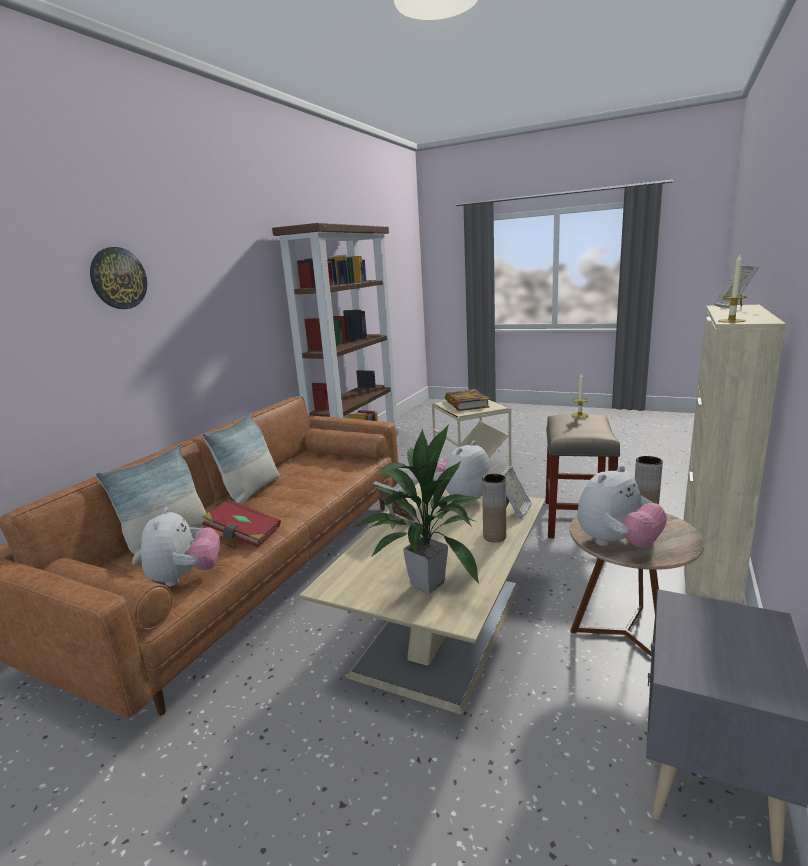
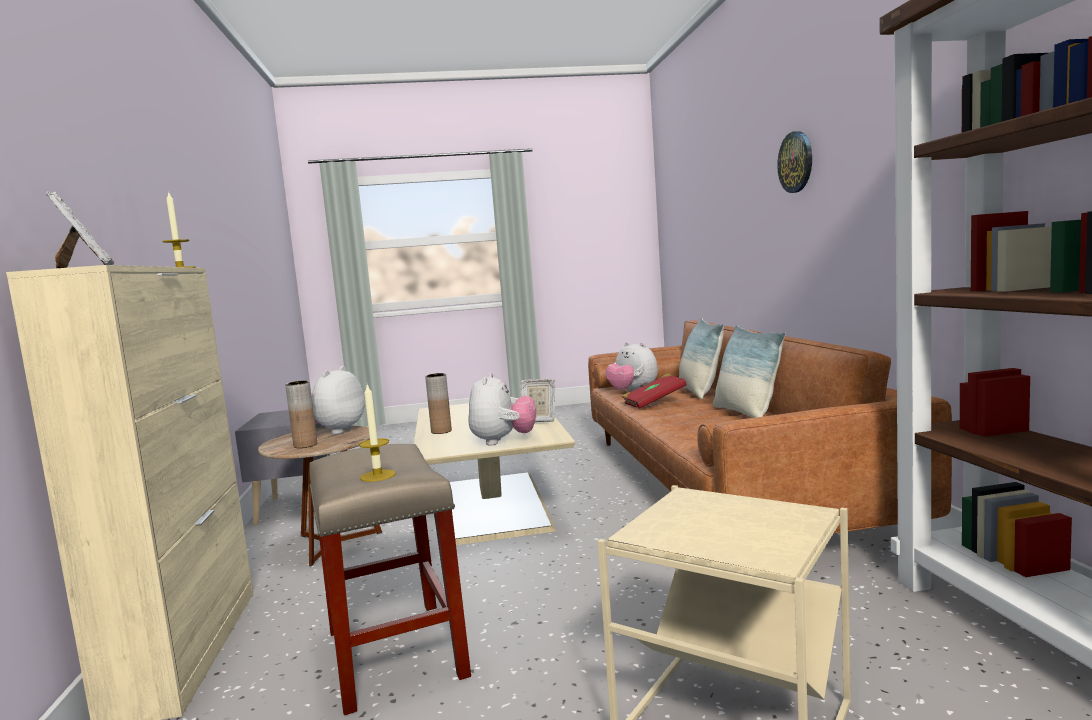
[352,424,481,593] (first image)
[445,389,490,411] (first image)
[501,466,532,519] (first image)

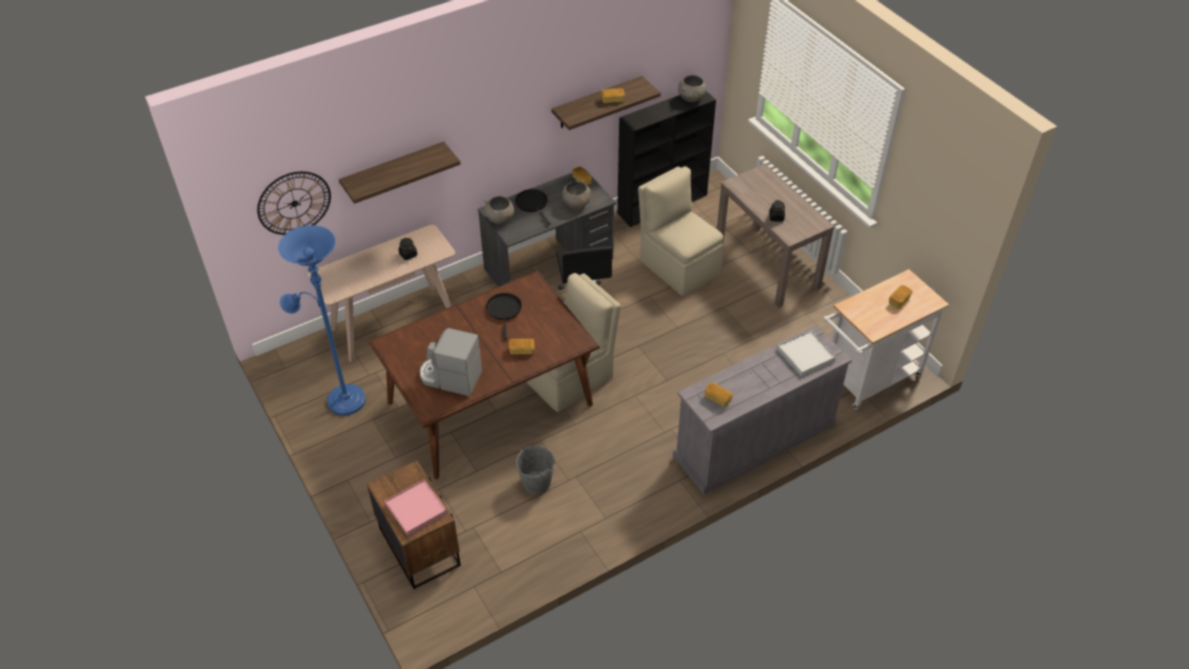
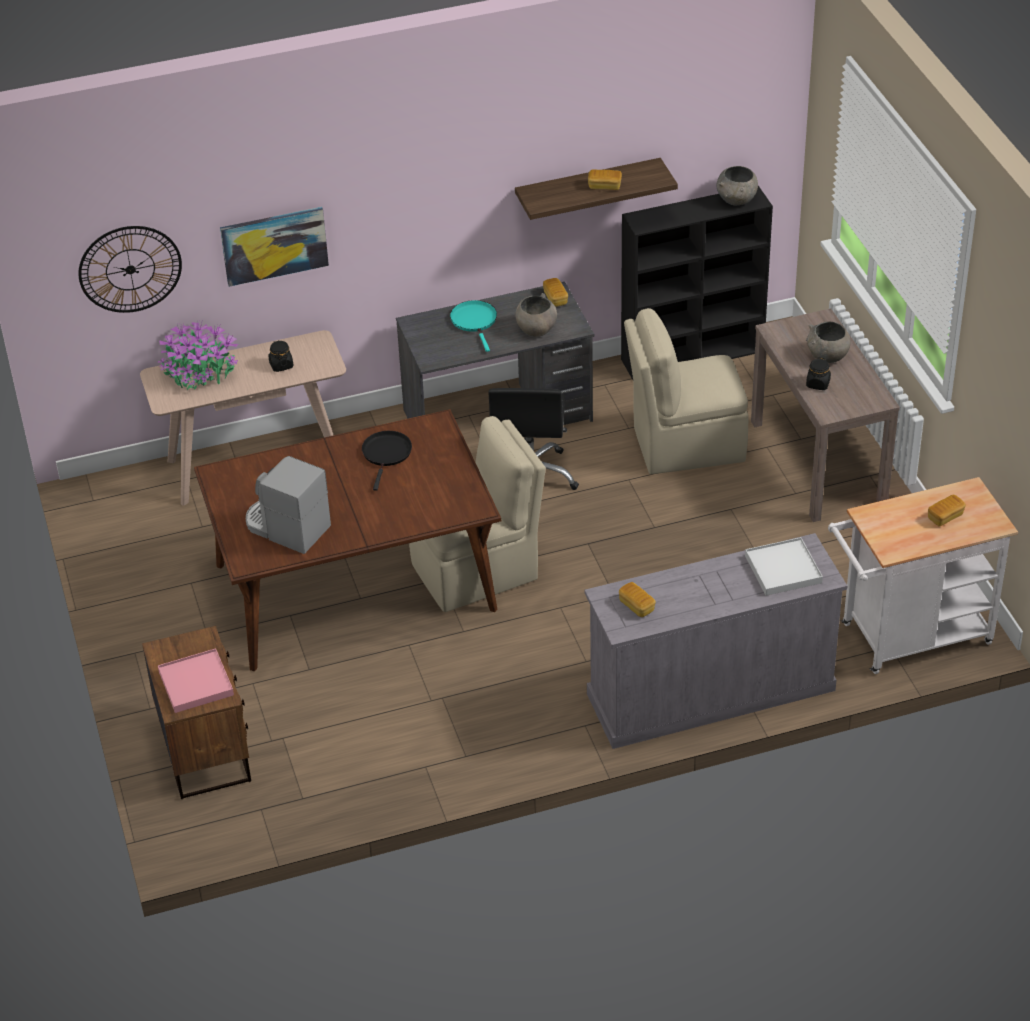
[278,225,366,416] (first image)
[220,207,329,287]
[806,322,850,363]
[508,339,534,355] (first image)
[450,300,497,352]
[516,446,555,494] (first image)
[624,308,749,474]
[158,320,238,390]

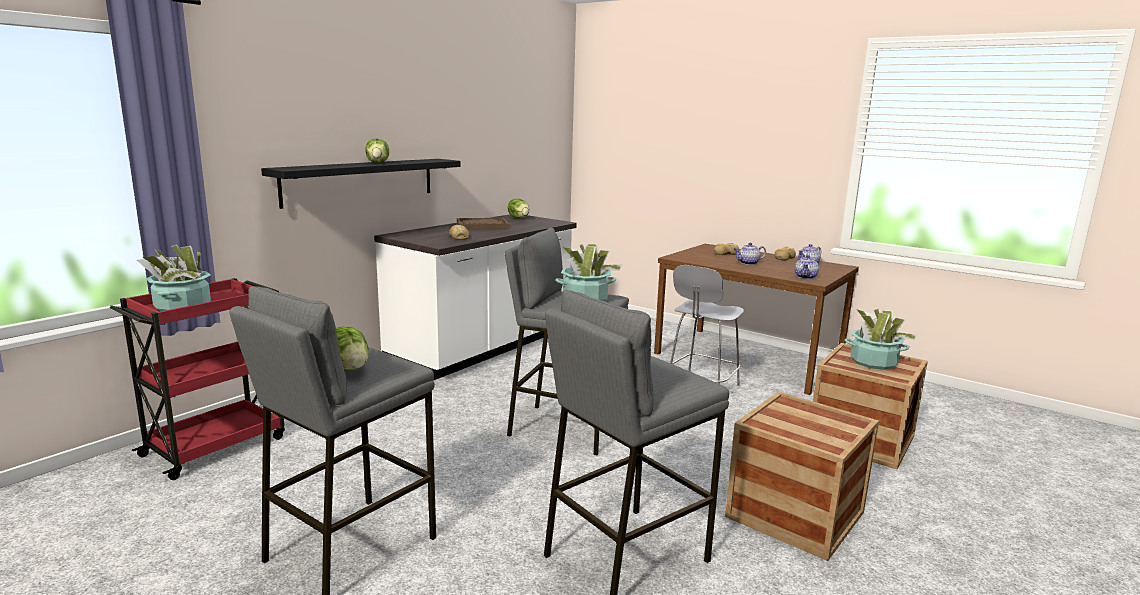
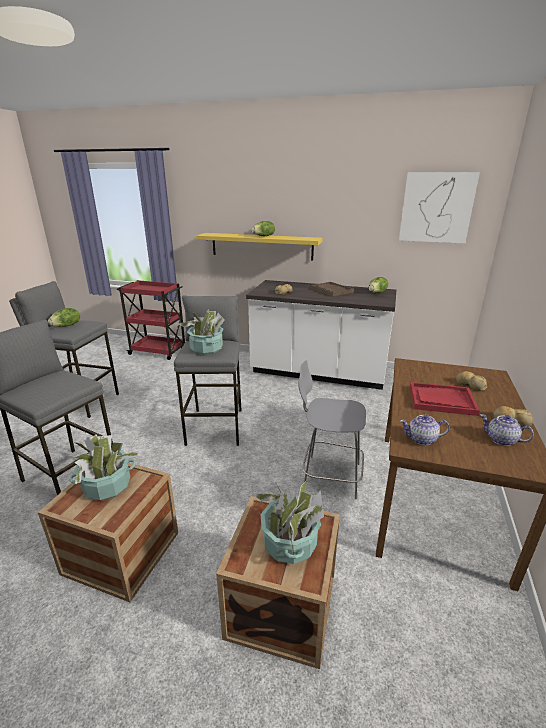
[69,434,139,500]
[196,233,323,261]
[410,382,480,416]
[399,172,480,244]

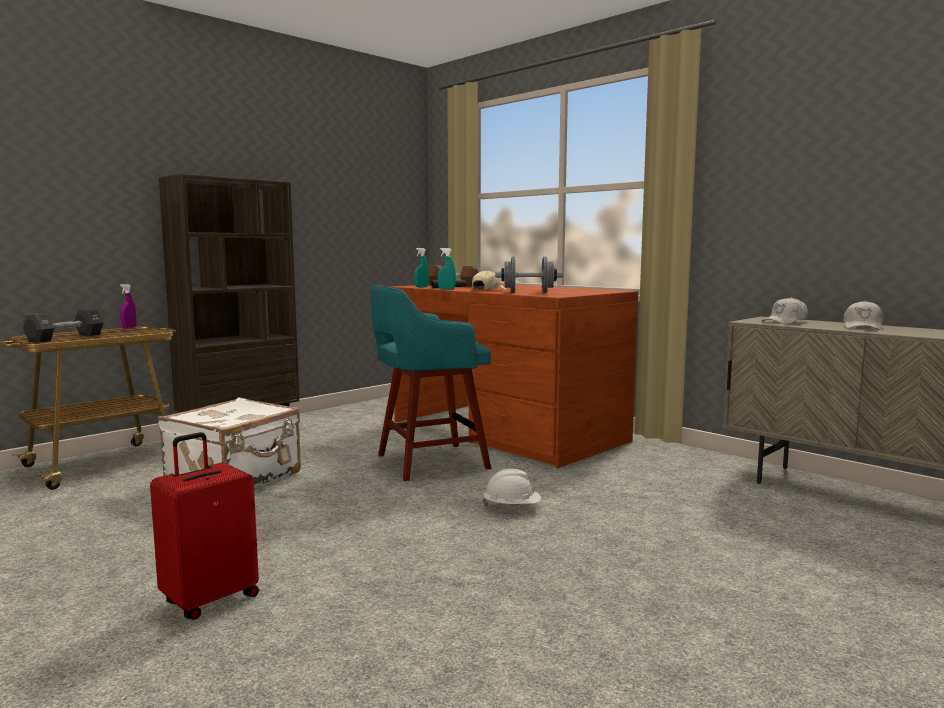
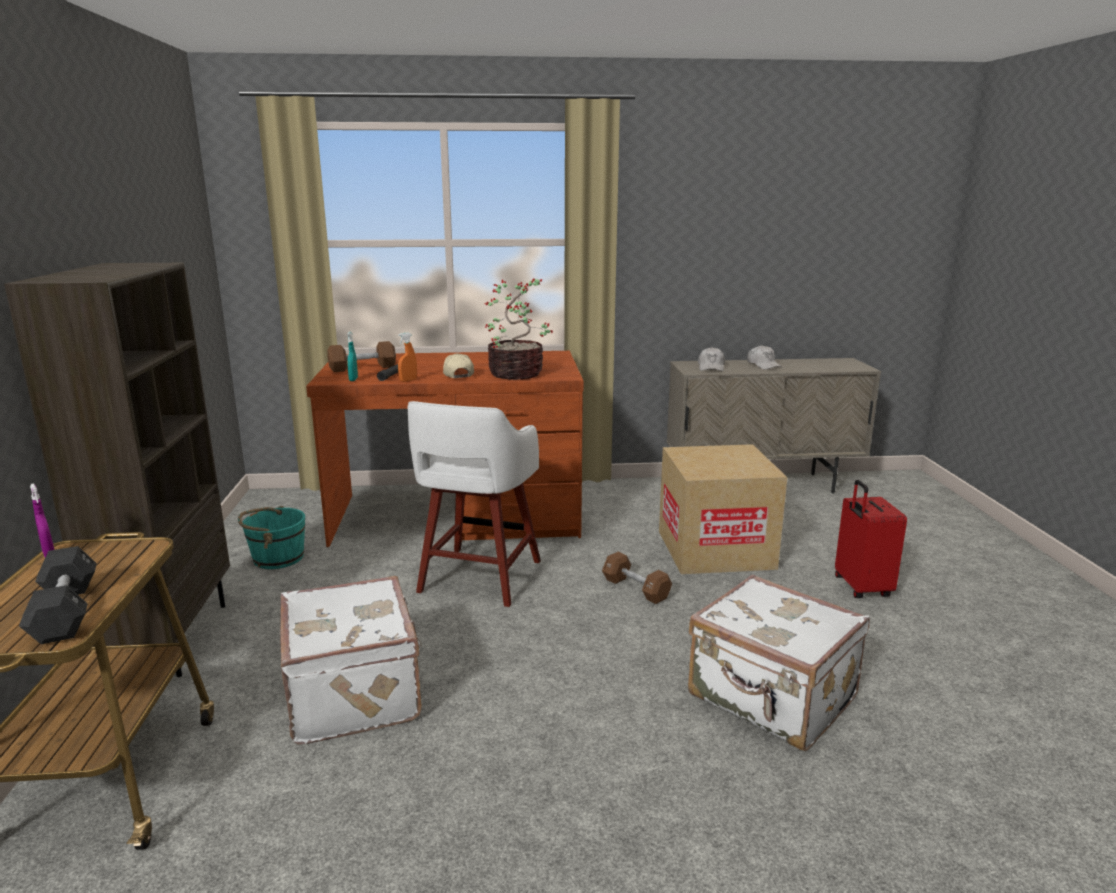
[835,480,907,598]
[408,401,541,607]
[398,332,417,382]
[602,552,672,604]
[484,278,553,380]
[238,506,305,569]
[659,444,787,574]
[688,574,870,751]

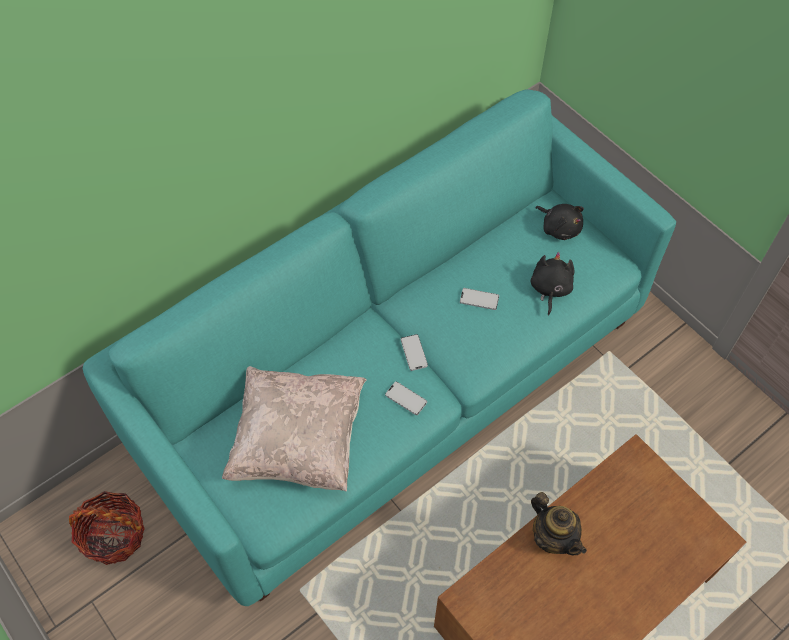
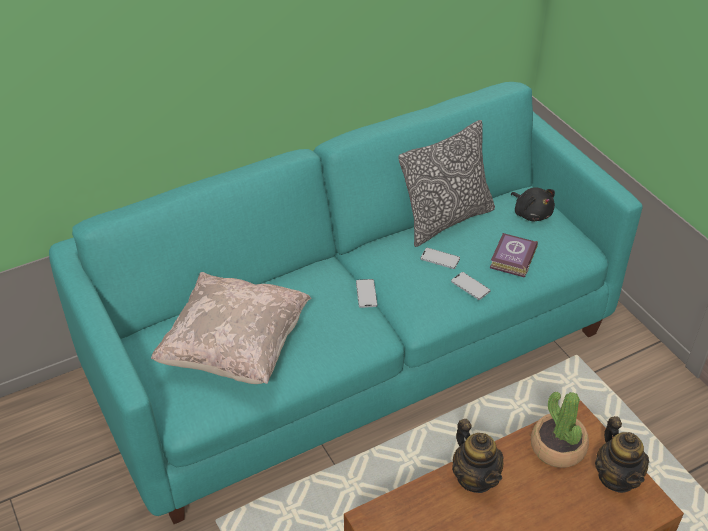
[69,491,145,565] (first image)
[451,272,490,300]
[490,233,538,278]
[398,120,495,247]
[531,392,589,468]
[595,416,649,493]

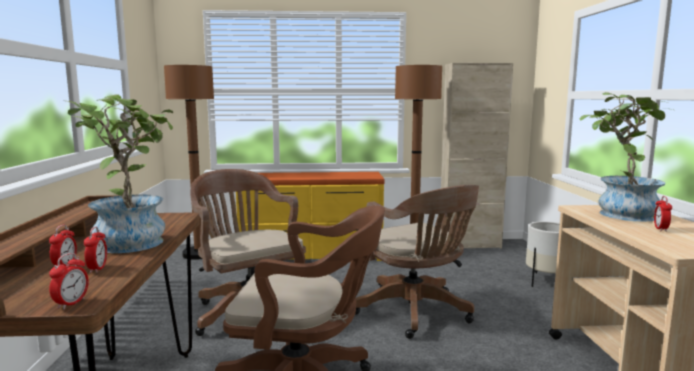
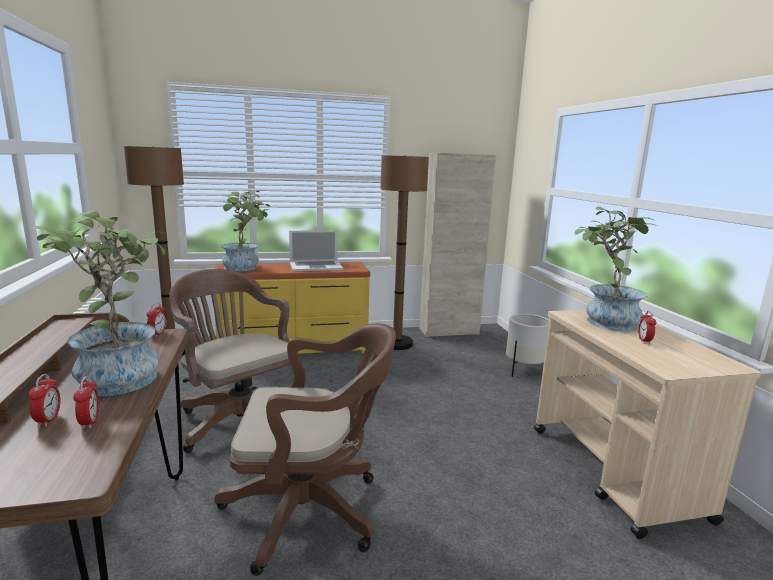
[147,302,167,337]
[355,185,479,339] (first image)
[220,191,270,272]
[289,230,344,271]

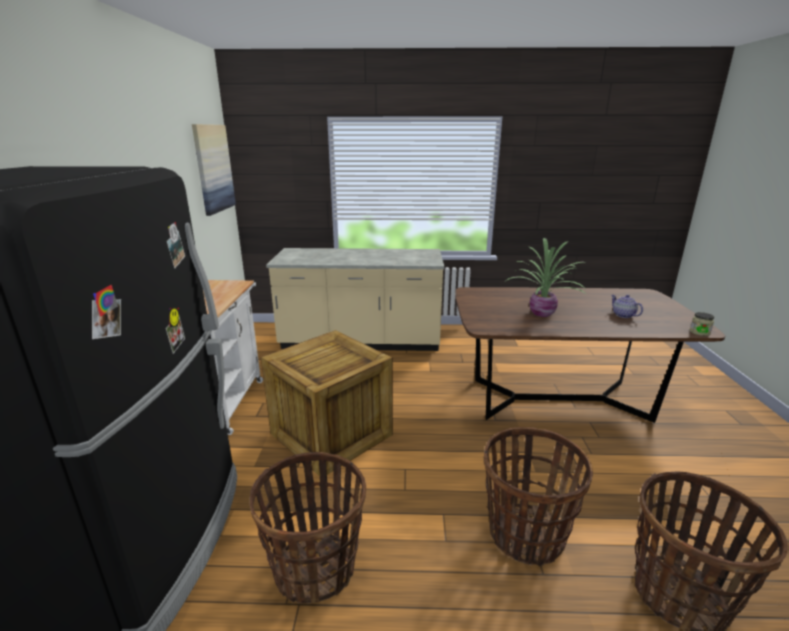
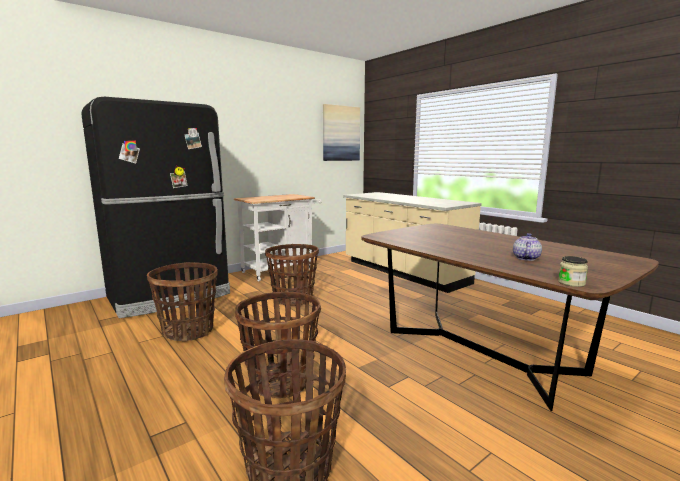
[265,244,319,306]
[506,238,587,317] (first image)

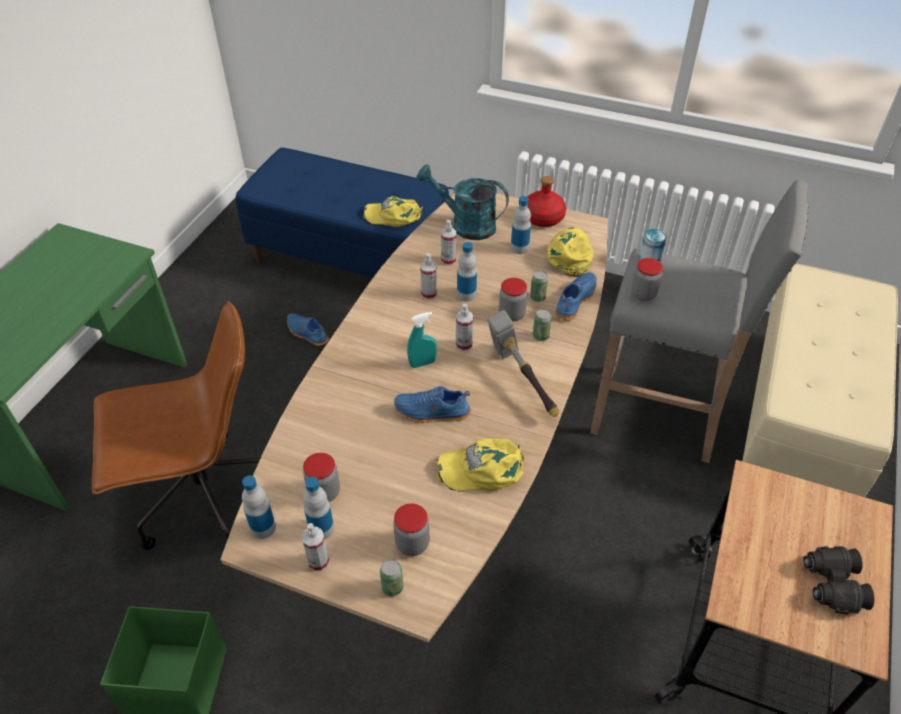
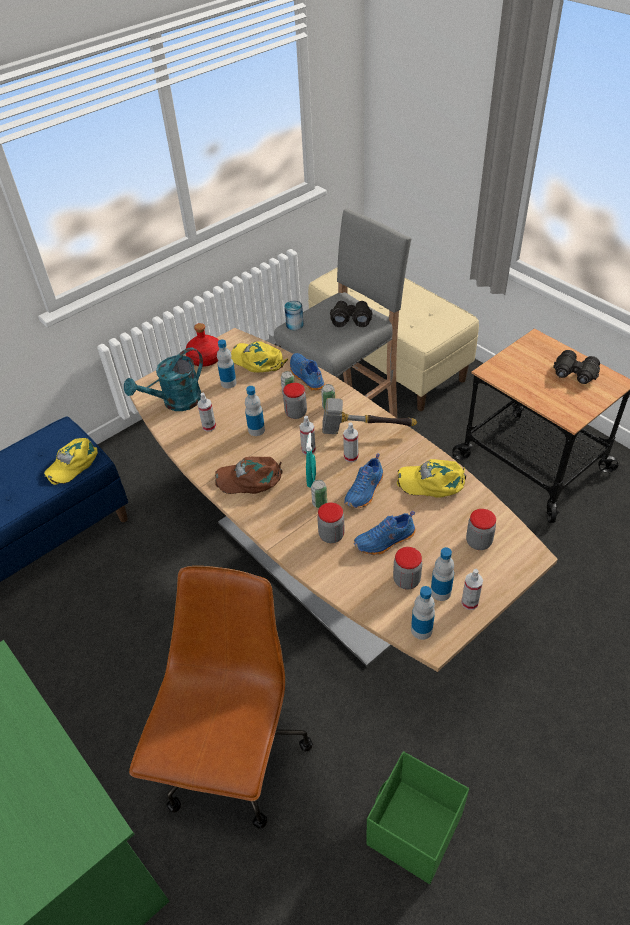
[354,511,416,555]
[311,480,327,508]
[343,423,358,462]
[397,459,466,498]
[317,503,345,543]
[215,456,283,494]
[330,301,372,327]

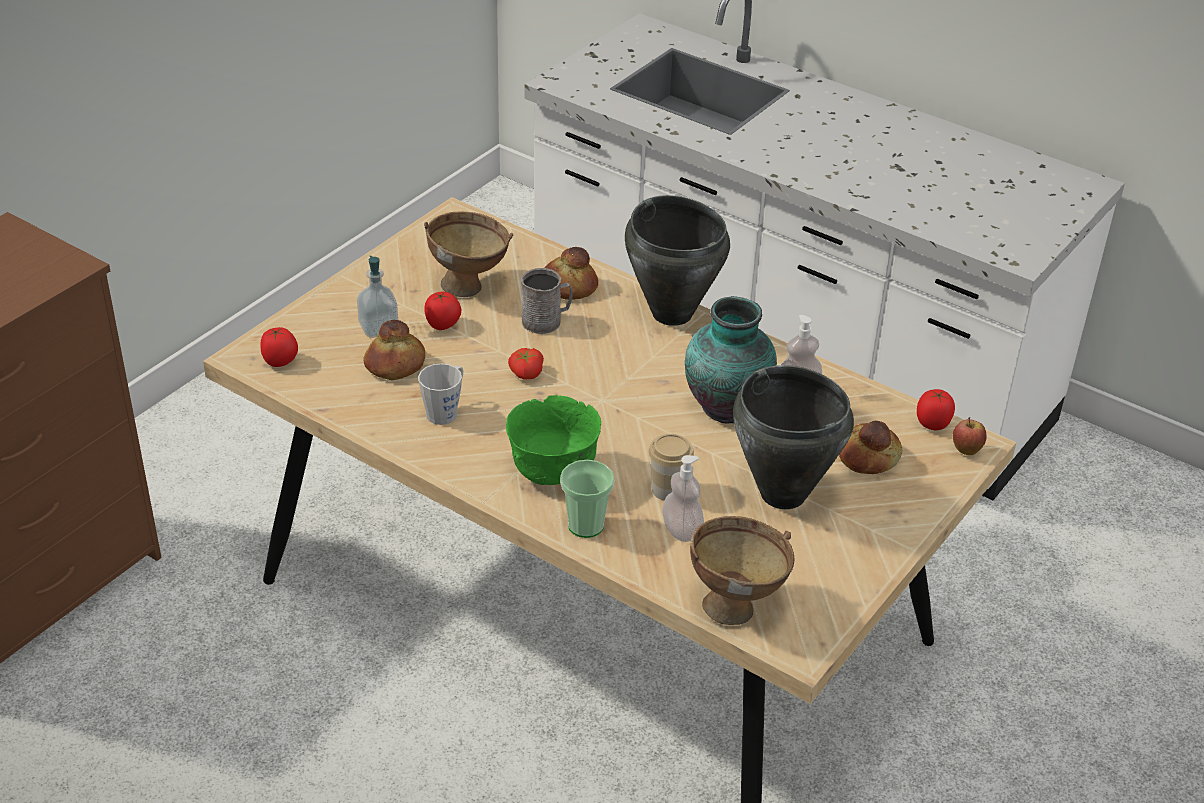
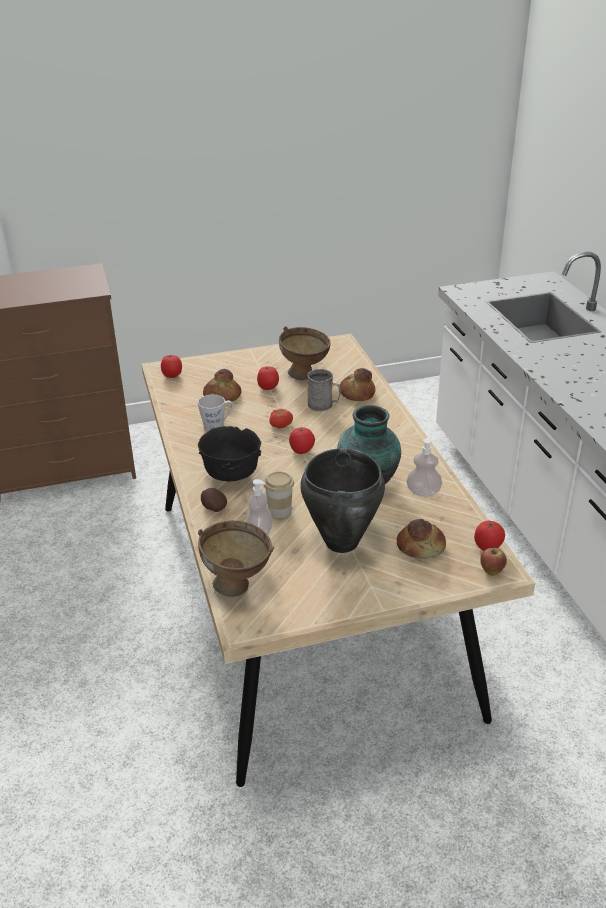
[357,256,398,338] (first image)
[198,426,261,481]
[201,488,227,512]
[625,195,730,326] (first image)
[289,427,315,454]

